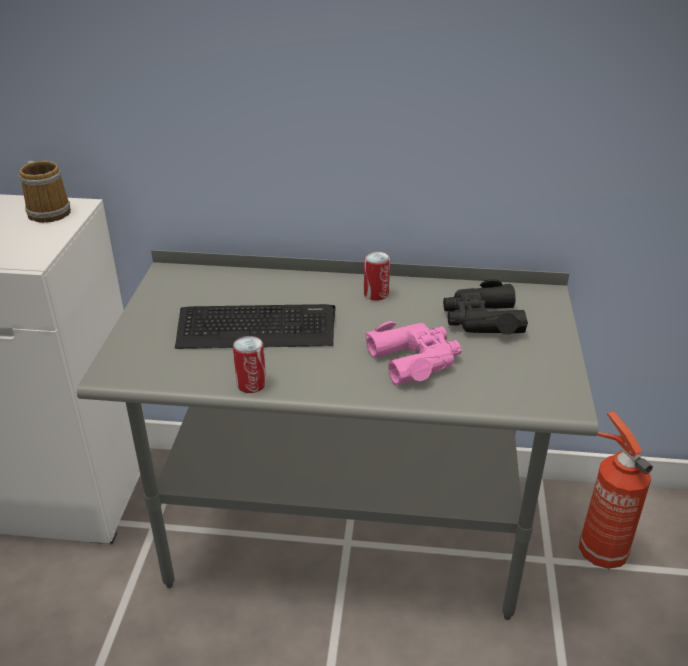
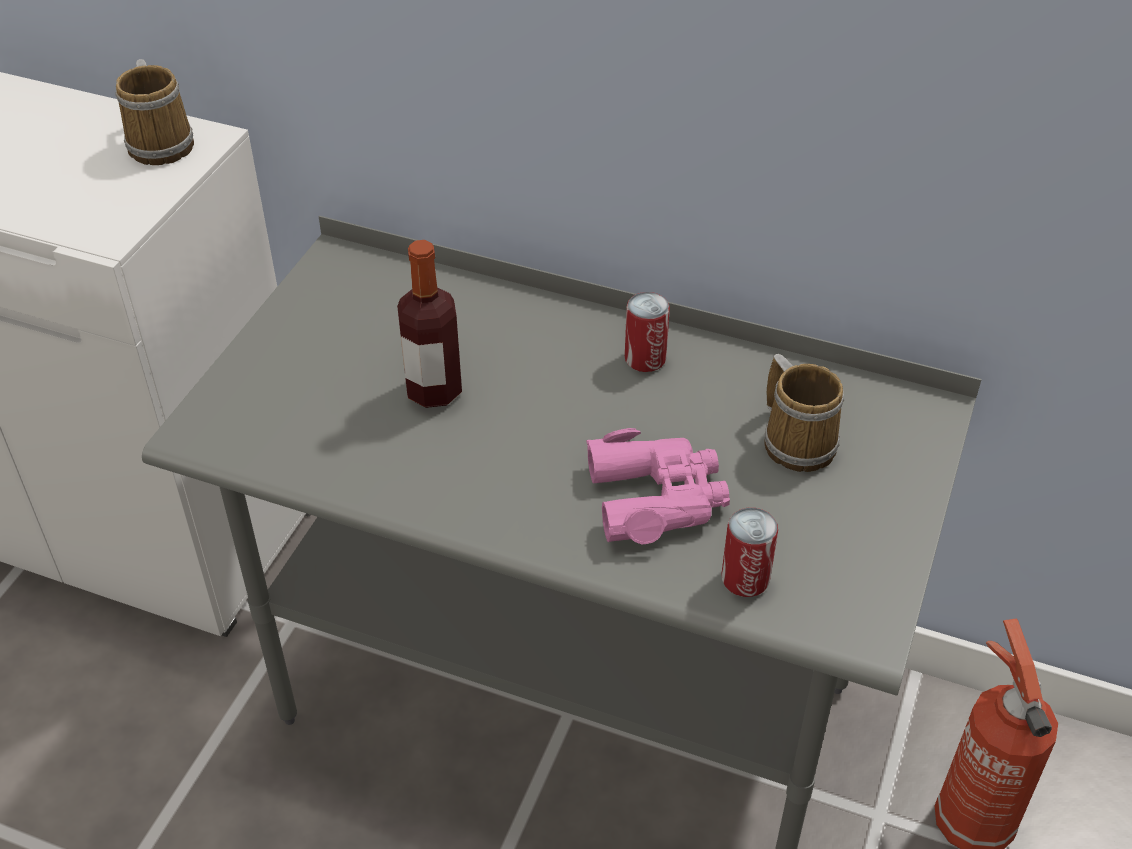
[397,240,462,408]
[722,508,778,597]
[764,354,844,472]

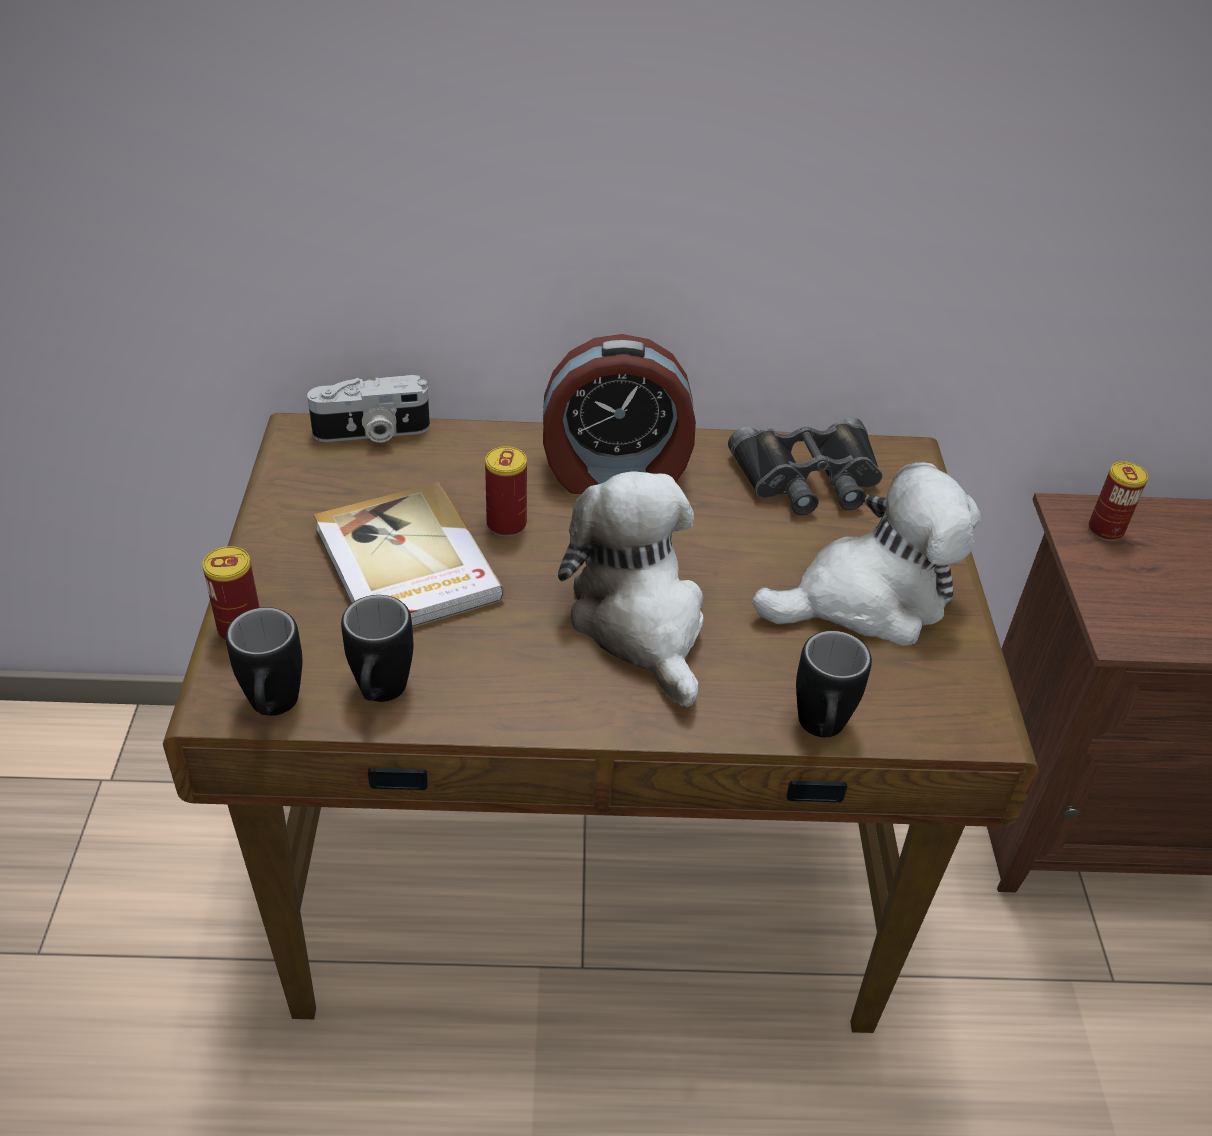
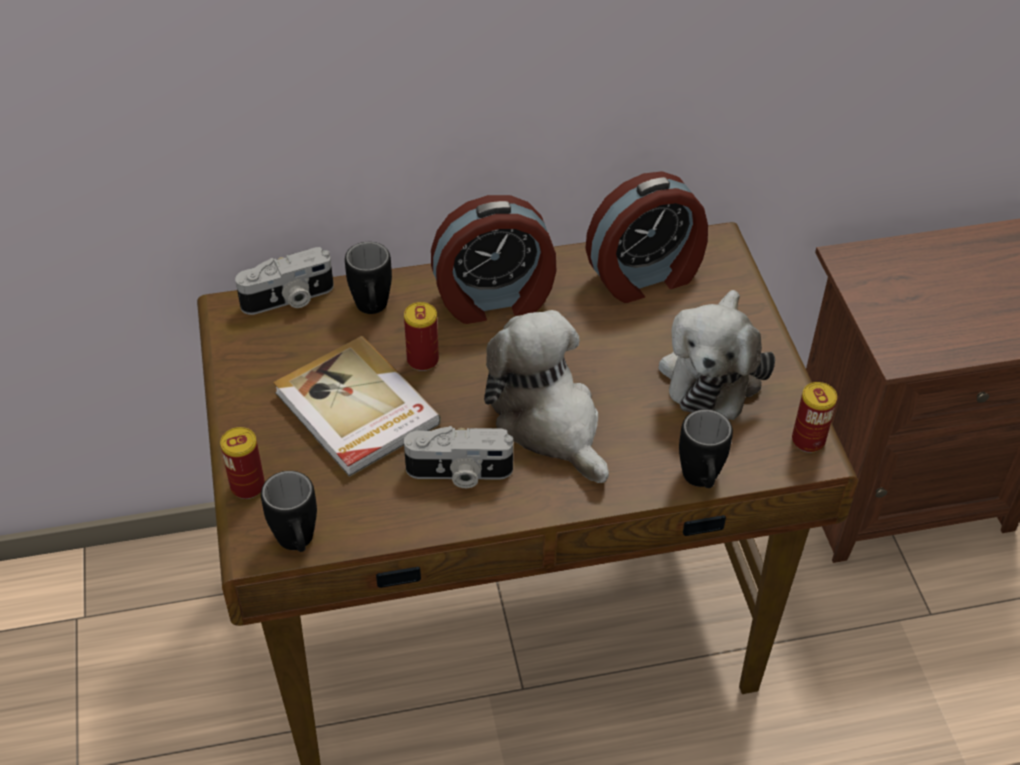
[345,242,392,314]
[586,171,708,303]
[658,290,775,420]
[792,382,837,453]
[404,426,513,488]

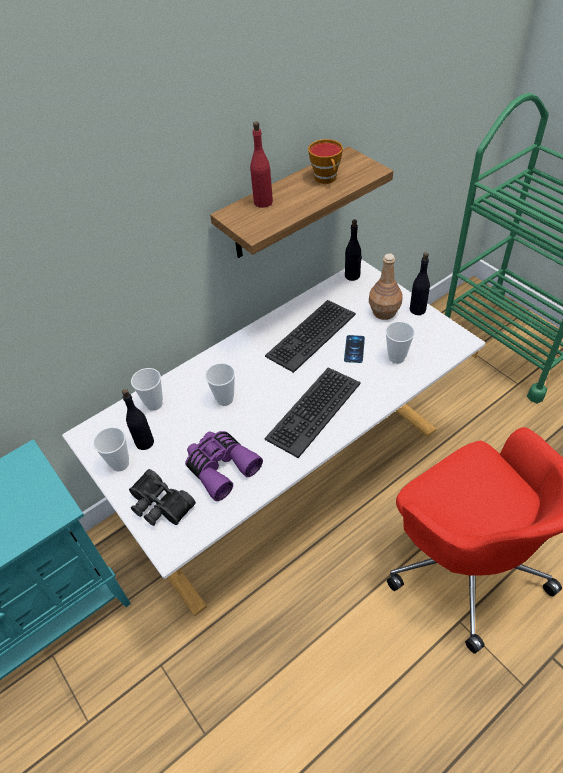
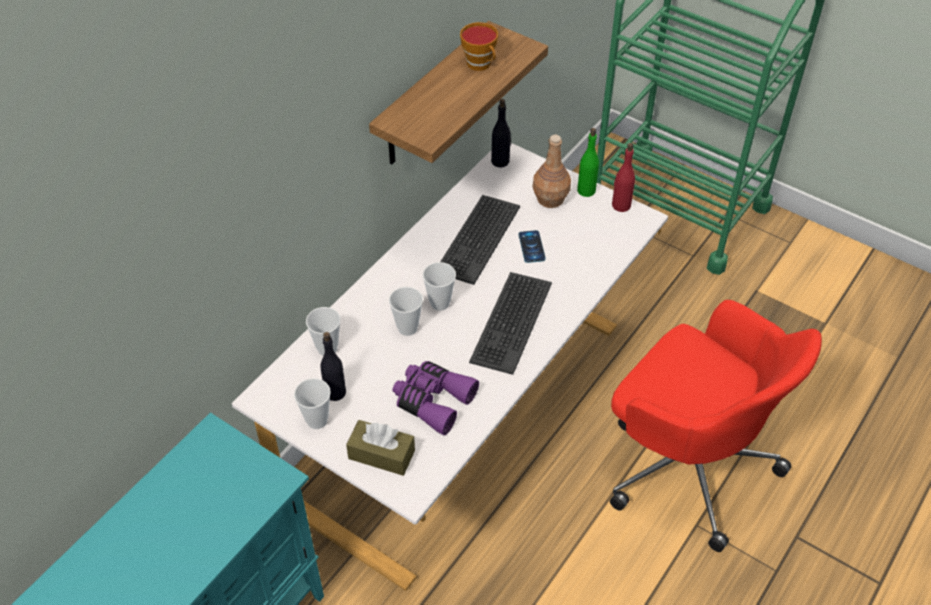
[346,420,415,476]
[612,143,635,212]
[423,262,456,311]
[577,128,599,197]

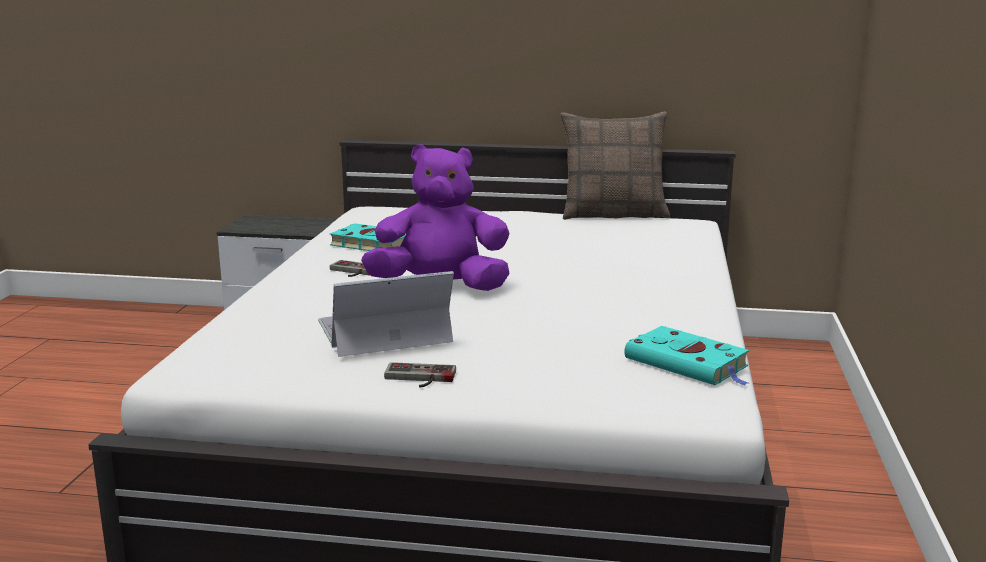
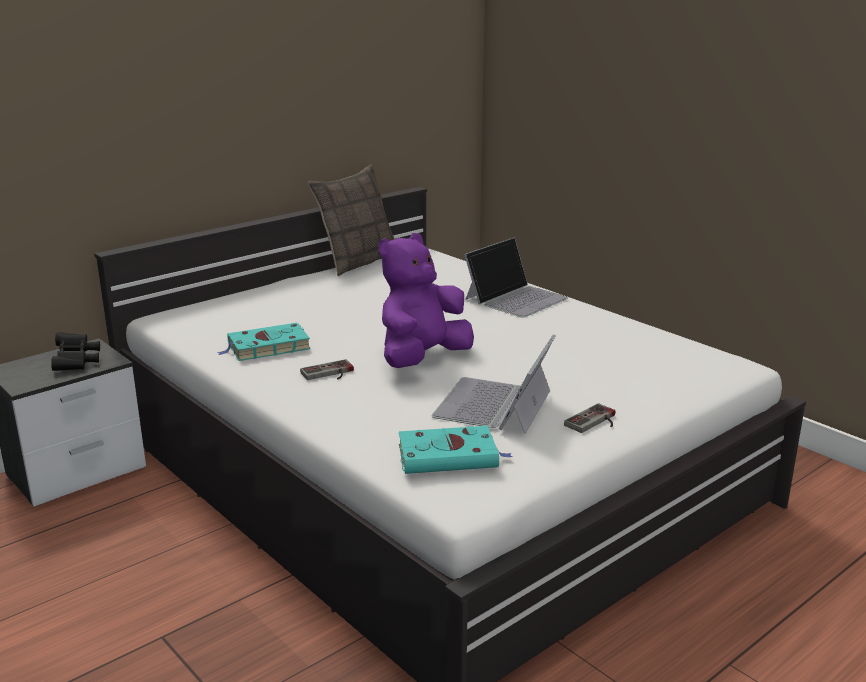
[399,426,513,474]
[51,332,100,371]
[464,237,568,318]

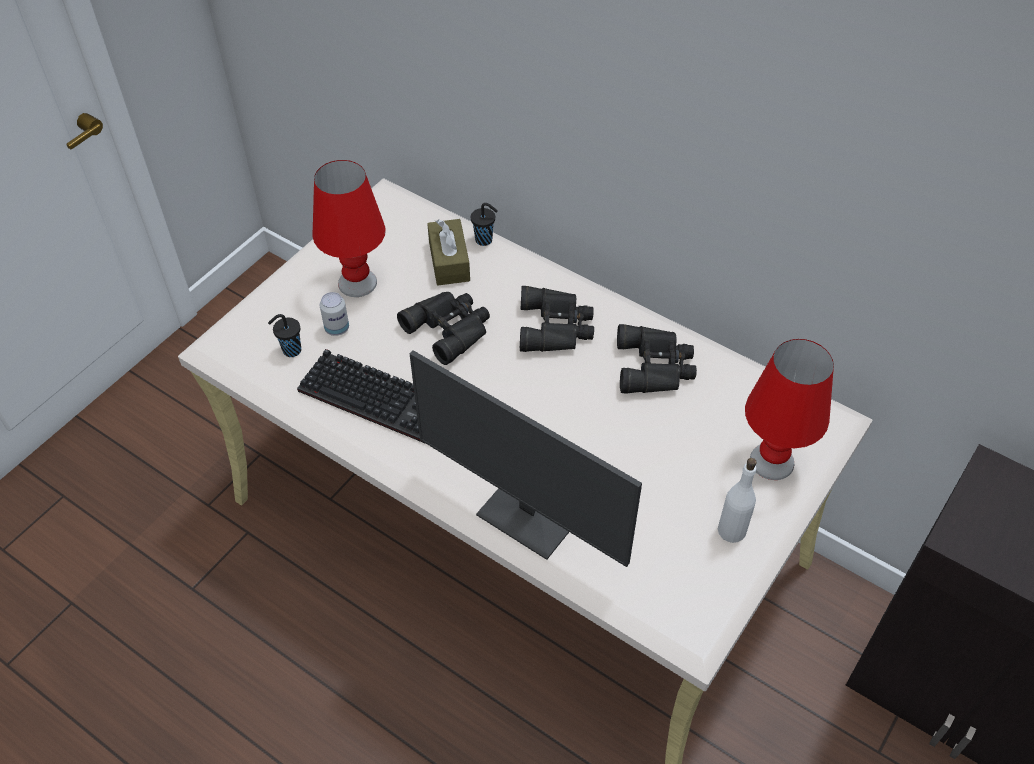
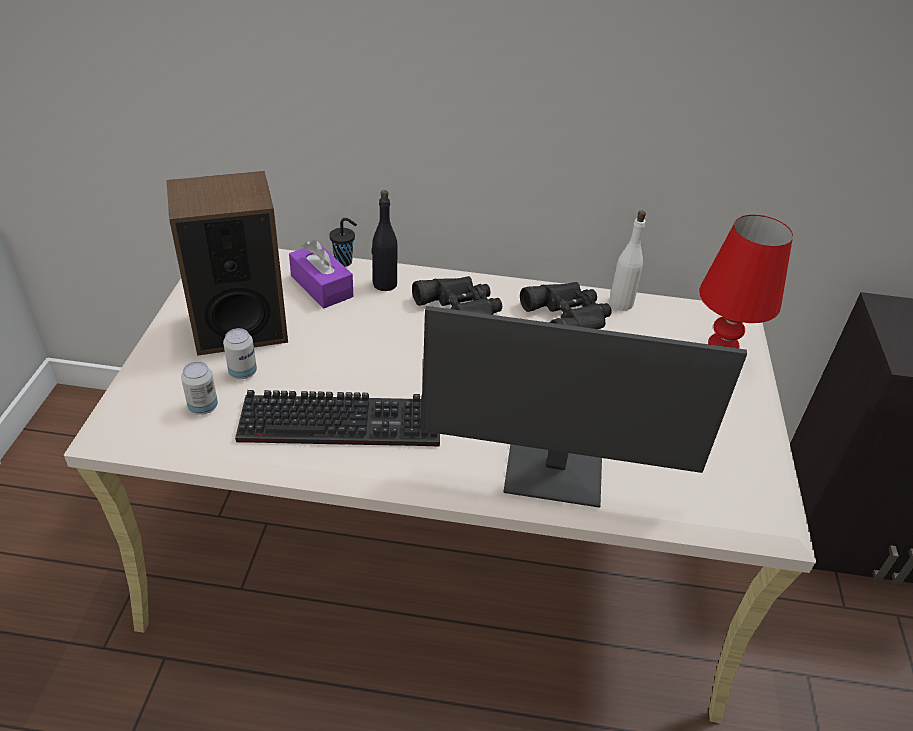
[181,362,218,415]
[166,171,288,356]
[397,292,490,365] (first image)
[289,240,353,309]
[609,211,646,311]
[371,190,397,291]

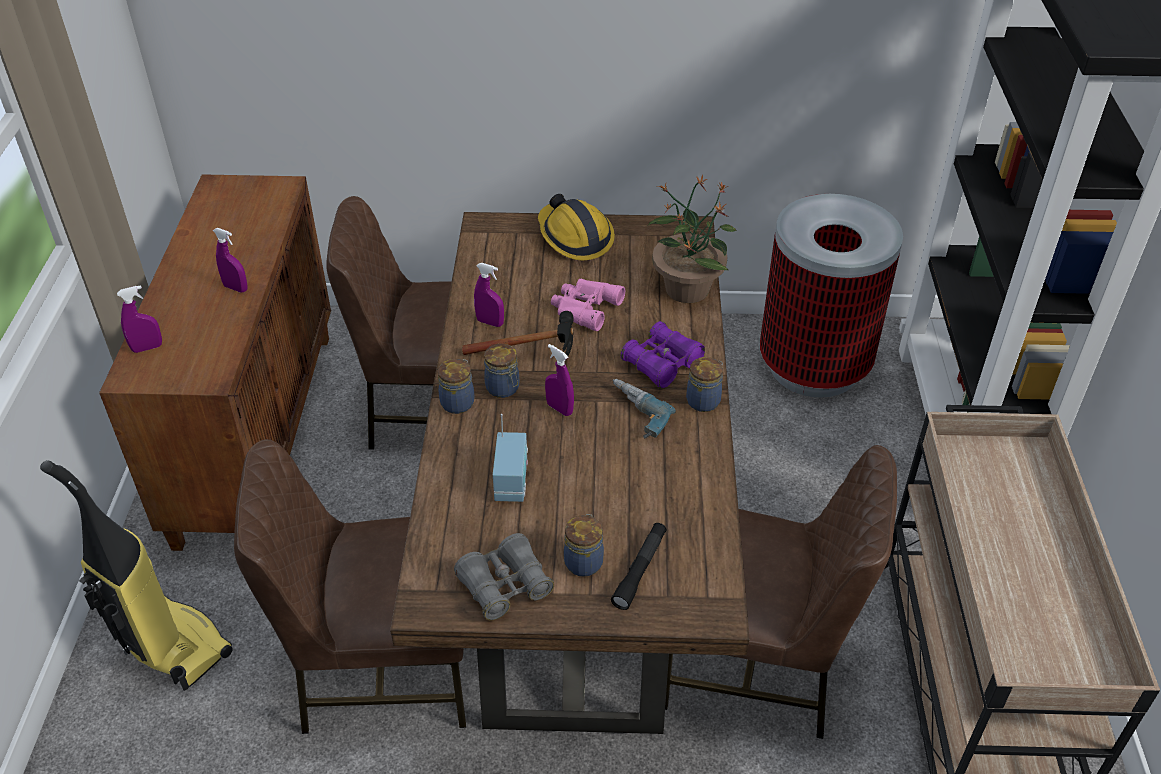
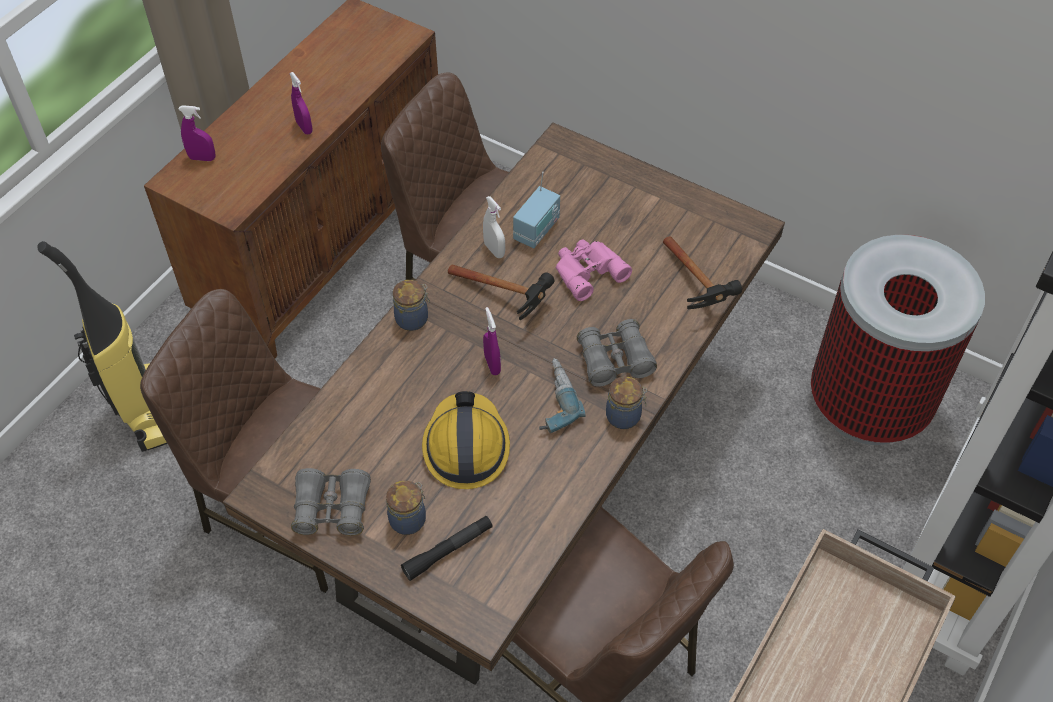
[483,196,505,258]
[484,344,519,398] (first image)
[513,172,560,248]
[422,391,510,489]
[577,319,657,387]
[663,236,742,309]

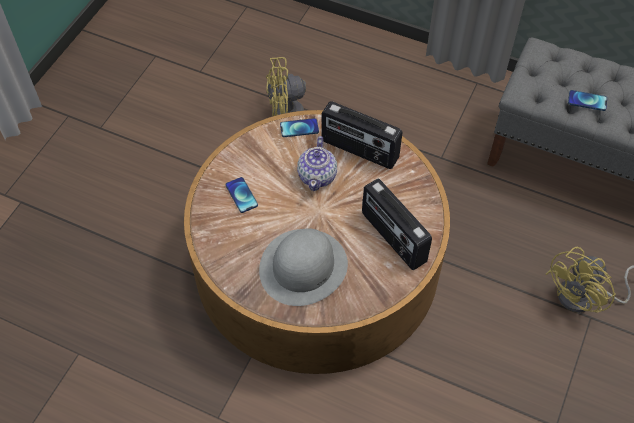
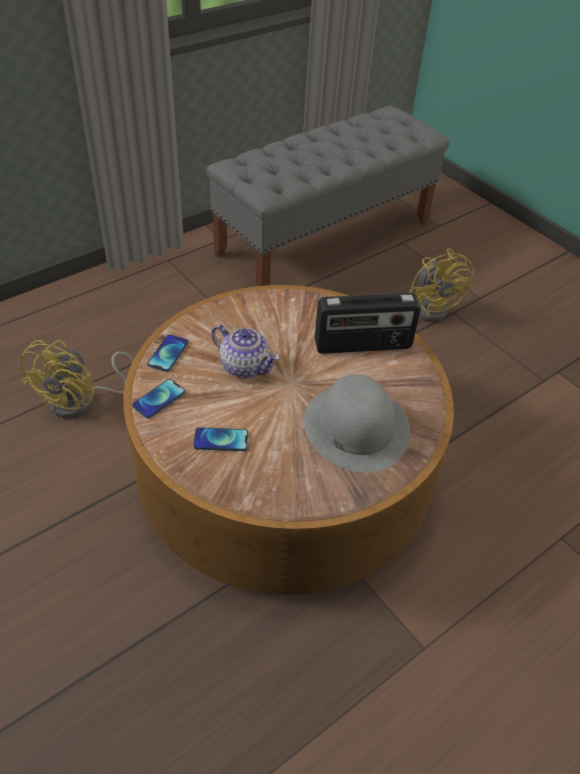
[321,101,402,169] (first image)
[132,379,185,418]

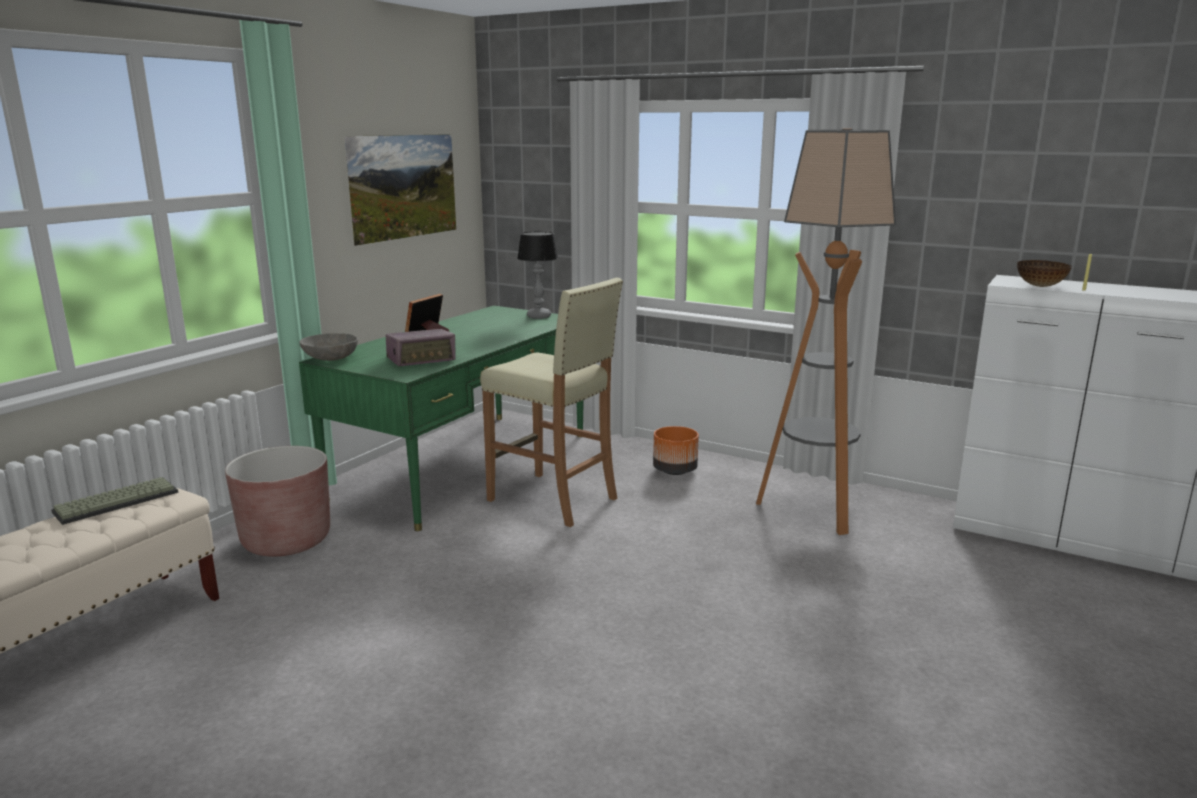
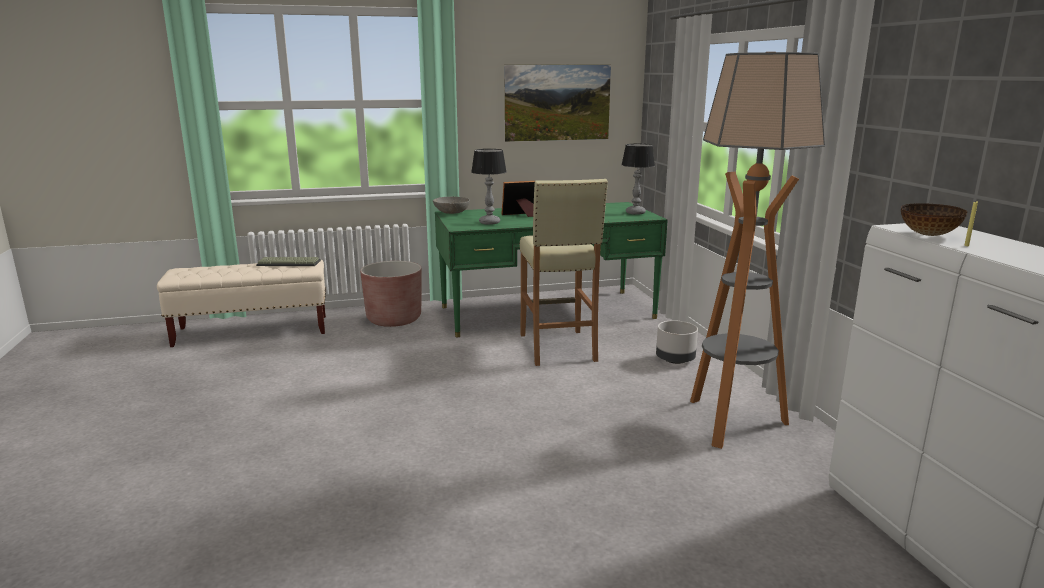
[471,149,507,225]
[656,320,698,364]

